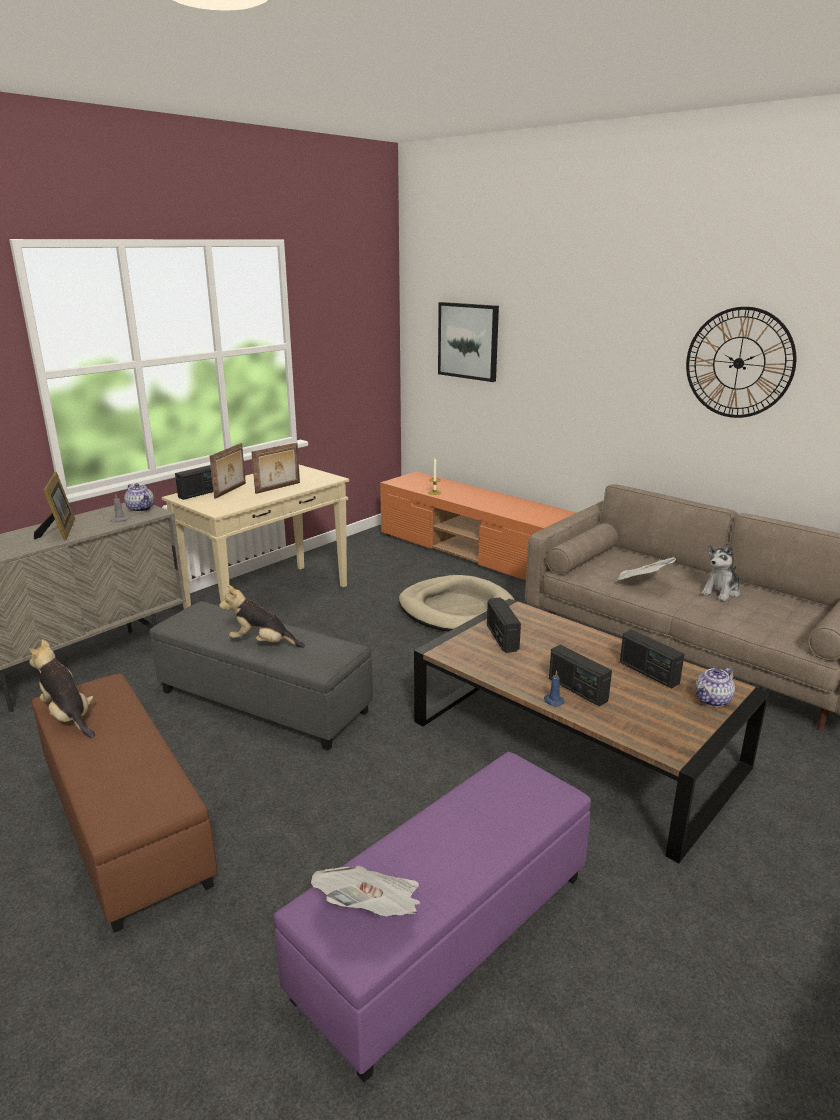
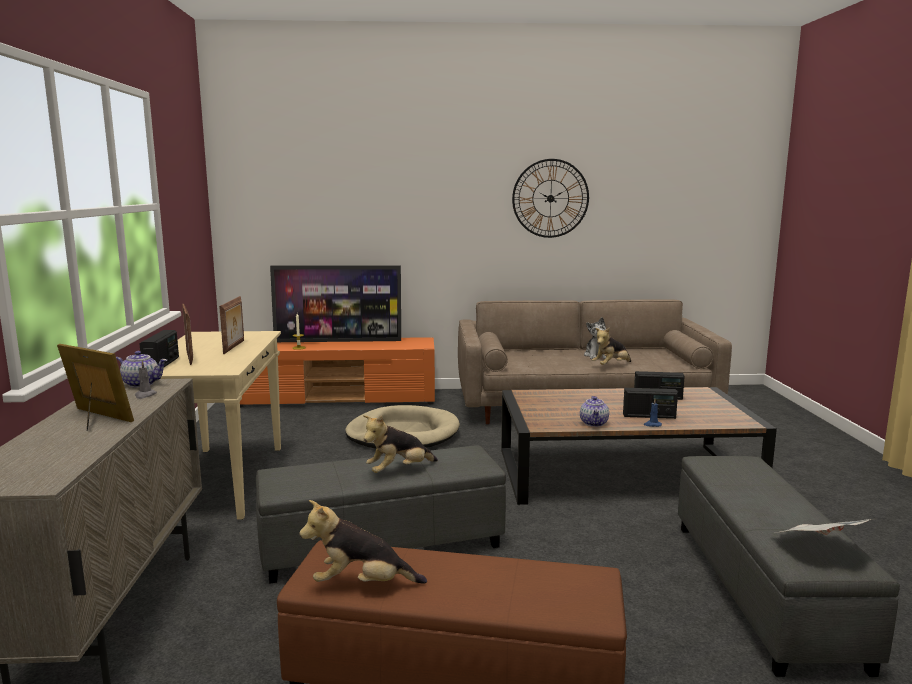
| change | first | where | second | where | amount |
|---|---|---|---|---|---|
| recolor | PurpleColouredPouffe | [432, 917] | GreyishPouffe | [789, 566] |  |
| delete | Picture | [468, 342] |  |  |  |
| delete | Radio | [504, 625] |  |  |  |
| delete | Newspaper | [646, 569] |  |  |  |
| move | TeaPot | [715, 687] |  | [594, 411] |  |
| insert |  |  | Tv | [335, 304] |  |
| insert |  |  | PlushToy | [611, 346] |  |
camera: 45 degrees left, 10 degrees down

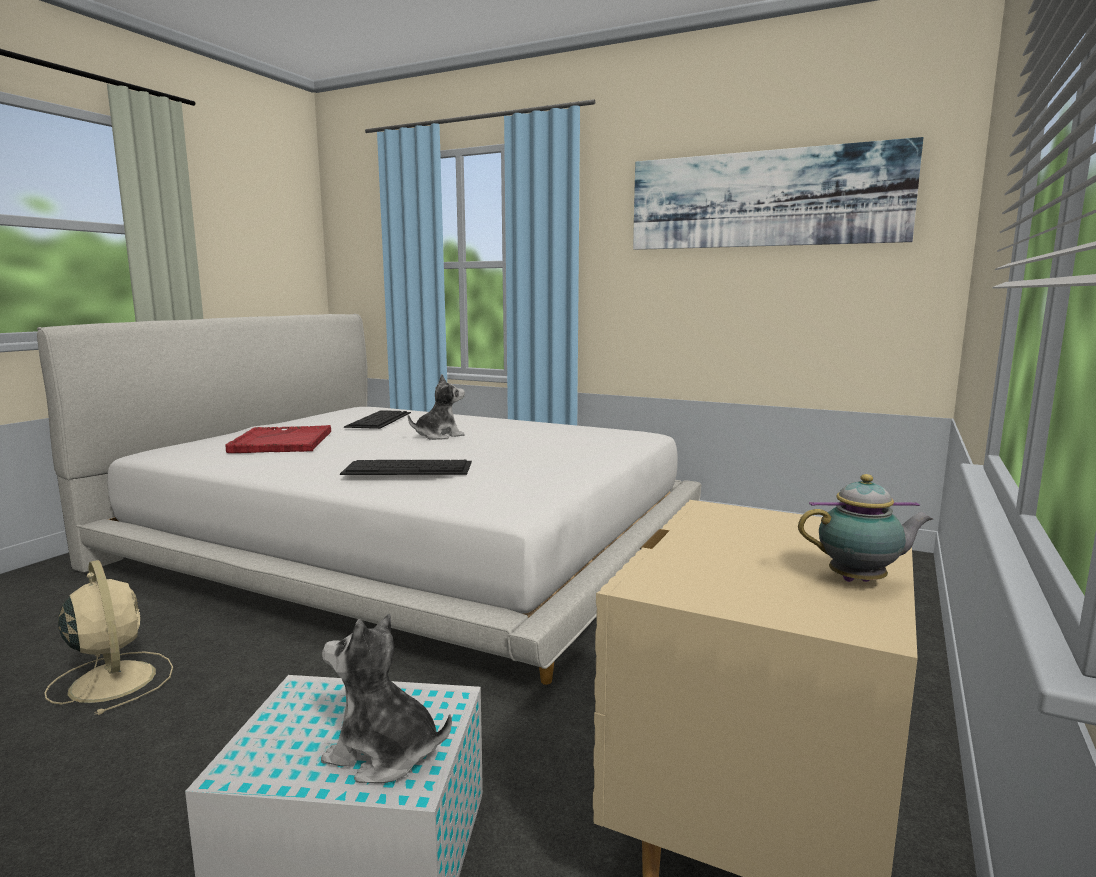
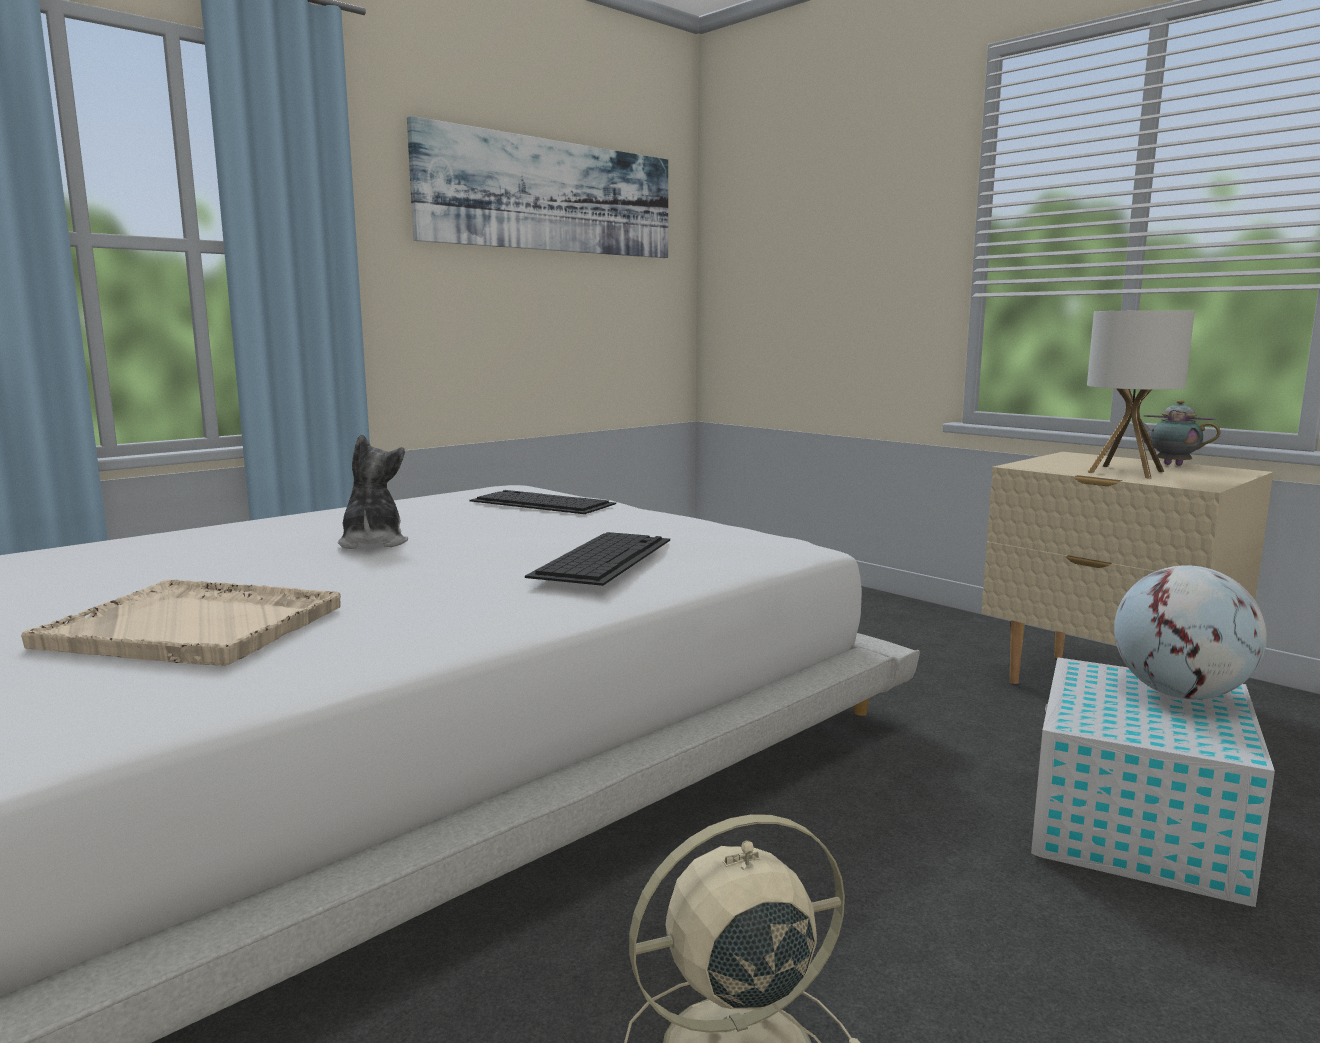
| change | first | where | second | where | amount |
|---|---|---|---|---|---|
| recolor | RedColouredServingTray | [278, 439] | SandColouredServingTray | [181, 622] |  |
| replace | PlushToy | [386, 698] | WorldGlobe | [1190, 632] |  |
| move | Keyboard | [377, 419] |  | [543, 502] |  |
| rotate | TeaPot | [865, 528] |  | [1181, 433] | 75 degrees counterclockwise |
| insert |  |  | TabletopLamp | [1141, 394] |  |
camera: 70 degrees left, 0 degrees up

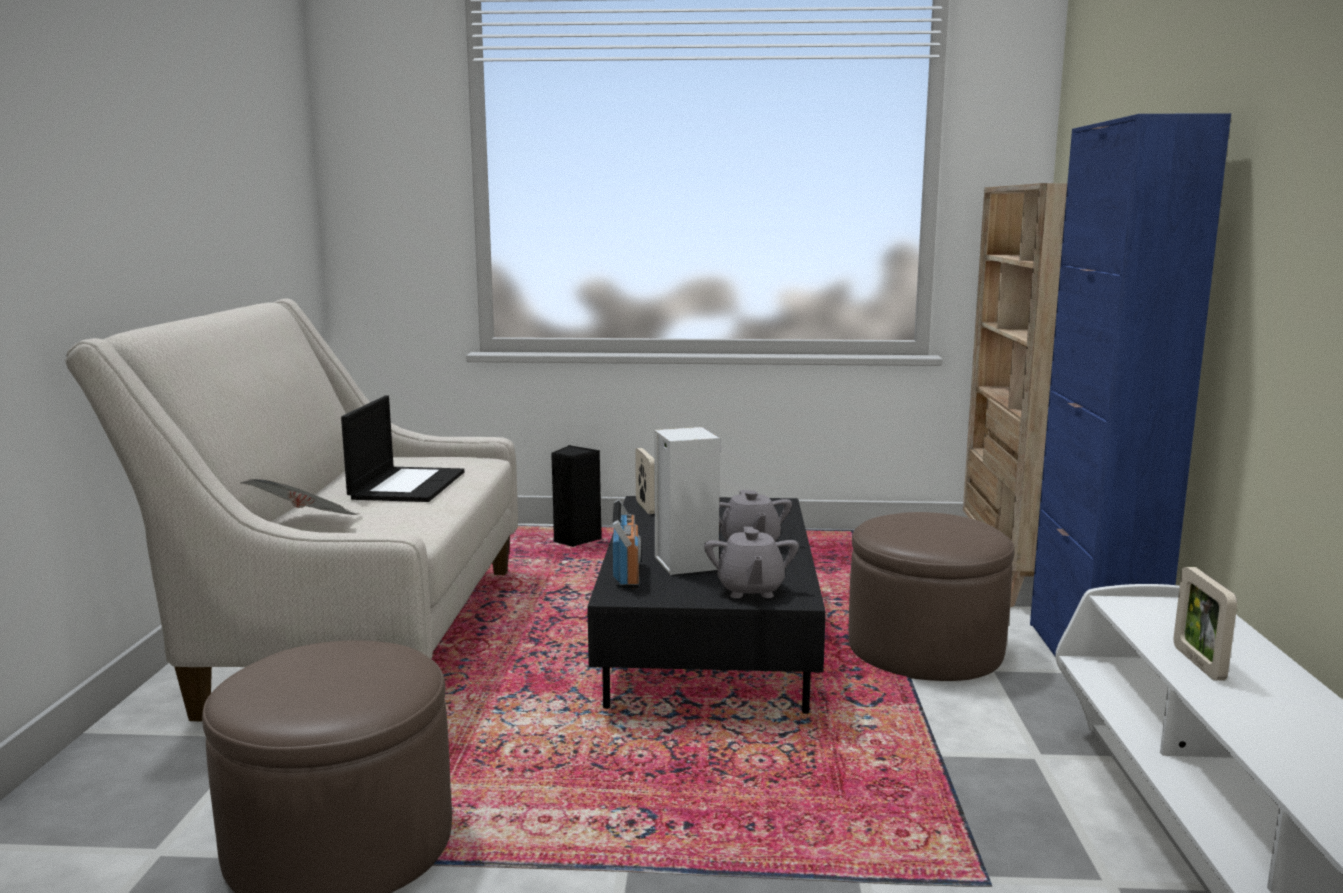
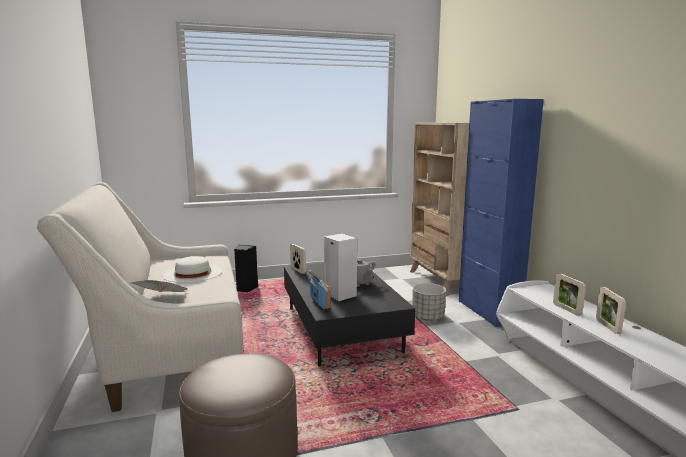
| change | first | where | second | where | amount |
|---|---|---|---|---|---|
| replace | Laptop | [402, 448] | WhitishClothingHat | [192, 269] |  |
| delete | GreyishTeaPot | [751, 562] |  |  |  |
| replace | BrownishPouffe | [931, 596] | GreyishFlowerPot | [429, 302] |  |
| insert |  |  | StandingFrame | [611, 310] |  |
camera: 20 degrees left, 0 degrees up

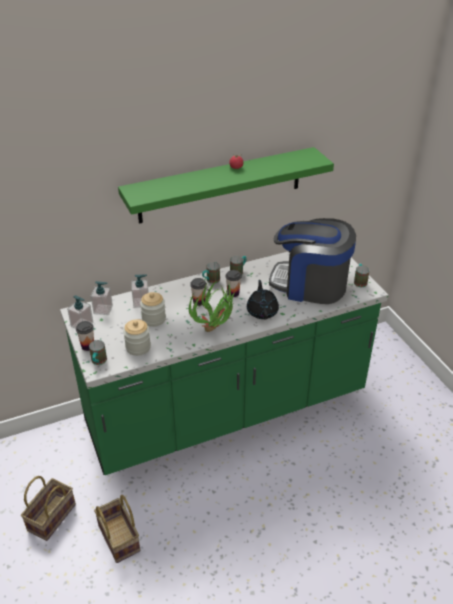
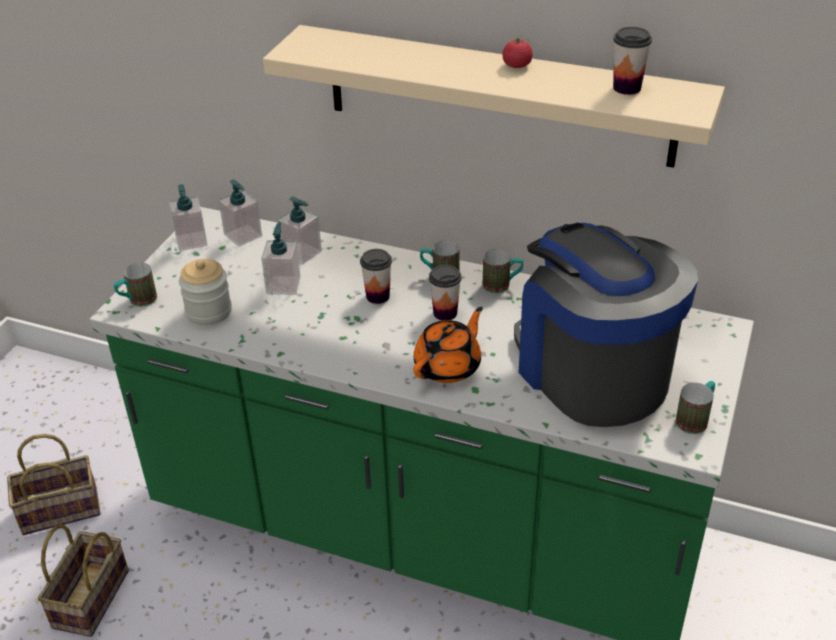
| change | first | where | second | where | amount |
|---|---|---|---|---|---|
| move | Cup | [85, 336] |  | [632, 61] |  |
| recolor | GreenShelf | [226, 185] | SandColouredShelf | [494, 96] |  |
| replace | StorageJar | [153, 309] | LiquidSoapBottle | [281, 258] |  |
| delete | PlantInAPot | [212, 306] |  |  |  |
| recolor | BlackColouredTeaPot | [263, 299] | OrangeyTeaPot | [448, 345] |  |
camera: 45 degrees right, 0 degrees up

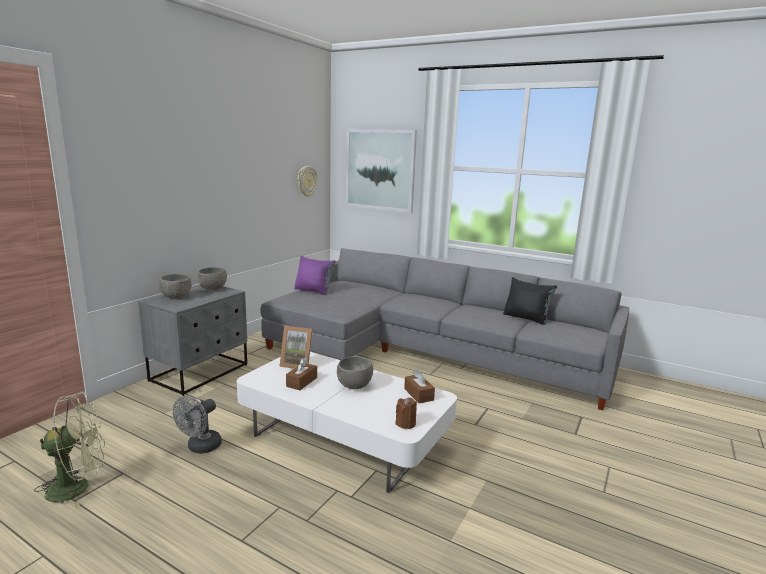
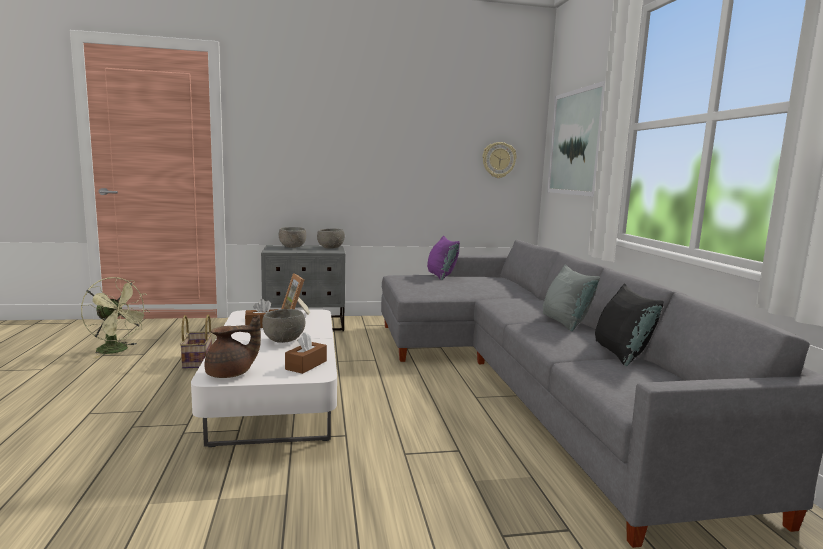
| change | first | where | second | where | amount |
|---|---|---|---|---|---|
| replace | GreyishElectricFan | [197, 425] | Basket | [196, 342] |  |
| replace | BrownishWaxLight | [406, 413] | BrownishTeaPot | [233, 346] |  |
| insert |  |  | GreyishPillow | [571, 297] |  |
camera: 50 degrees right, 5 degrees down

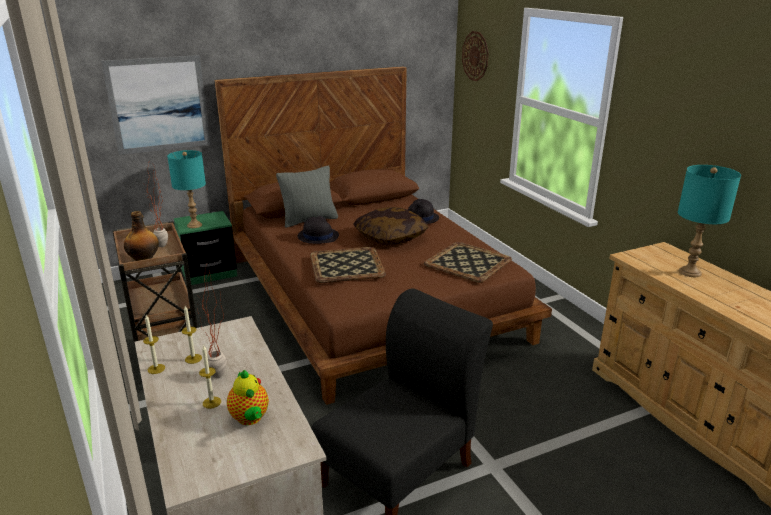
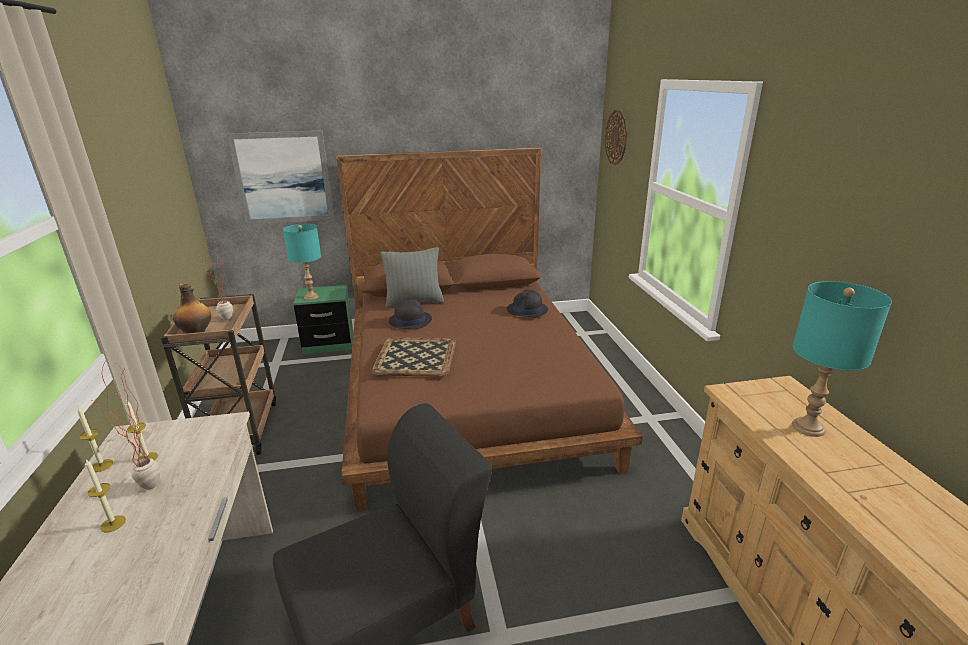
| change | first | where | second | where | amount |
|---|---|---|---|---|---|
| delete | TeaPot | [248, 397] |  |  |  |
| delete | Pillow | [390, 226] |  |  |  |
| delete | ServingTray | [468, 262] |  |  |  |
camera: 15 degrees right, 0 degrees up

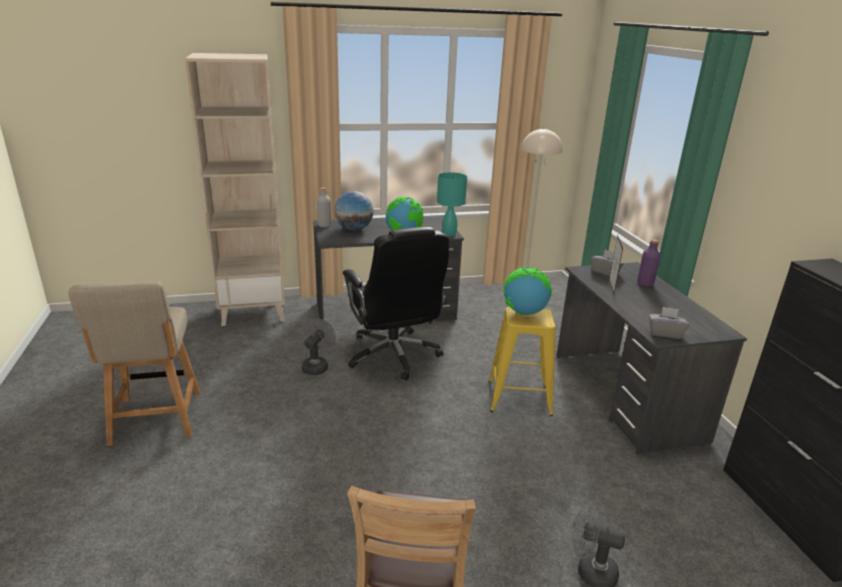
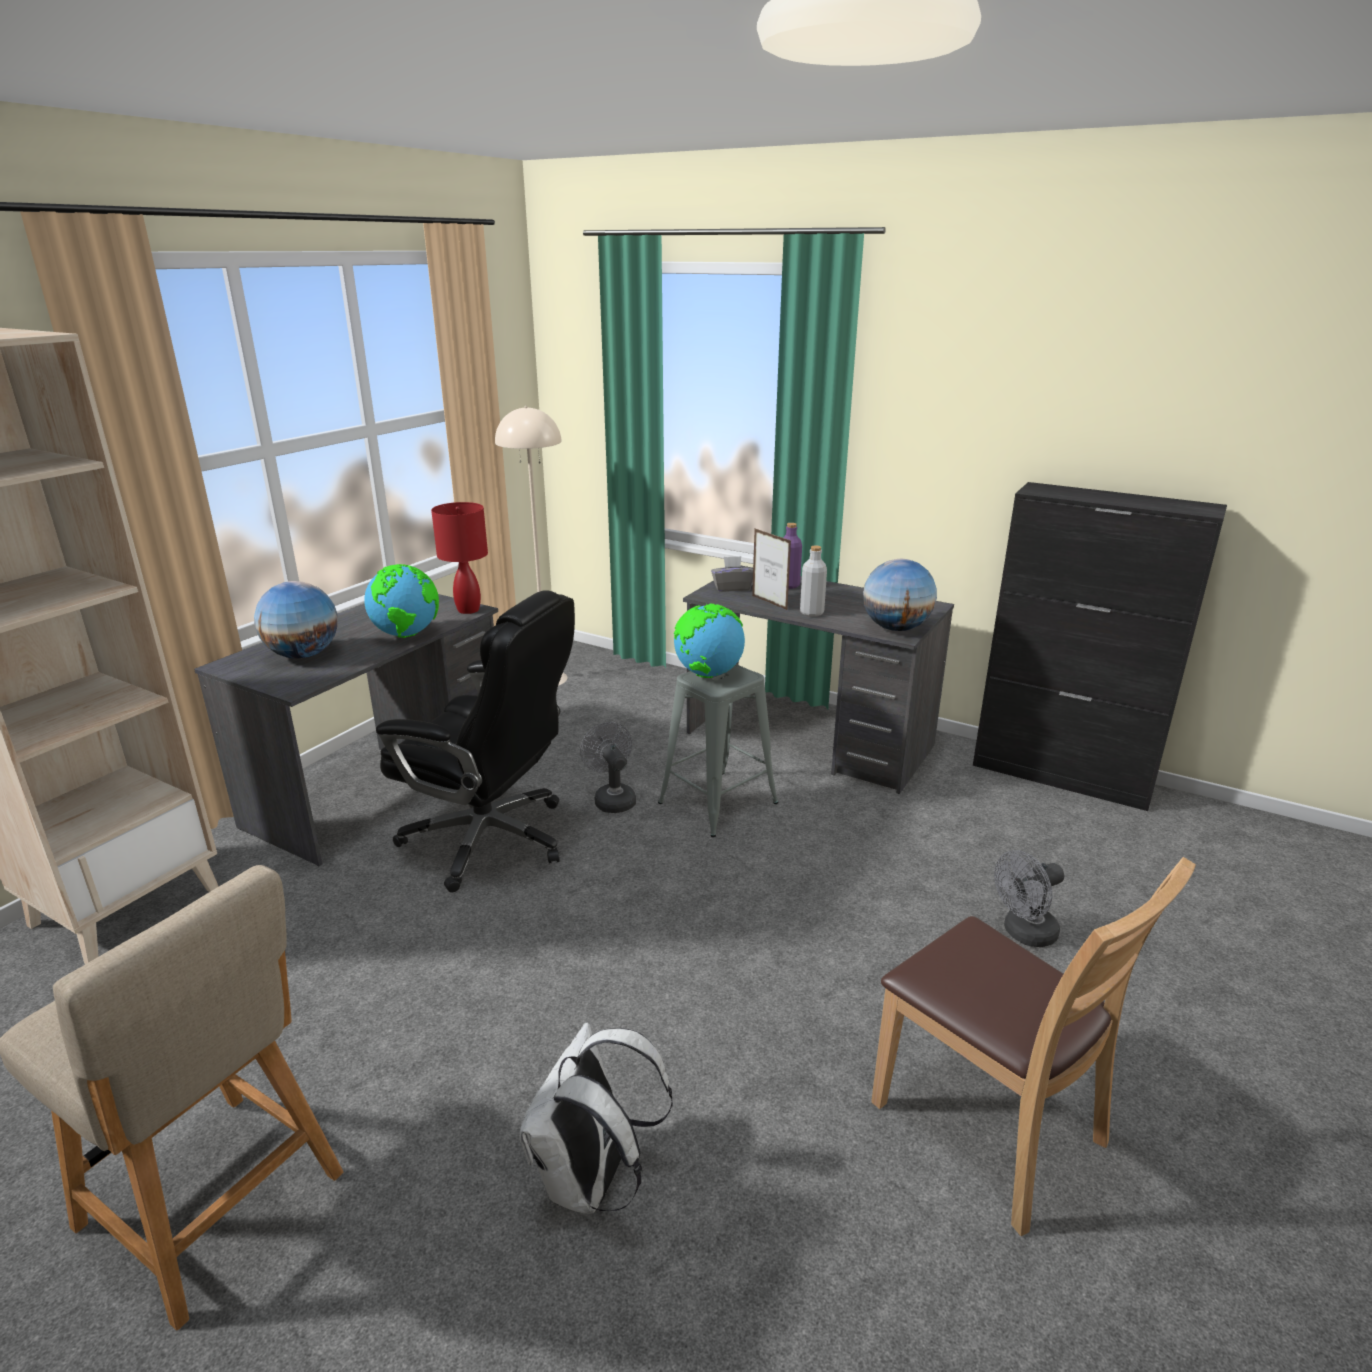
| change | first | where | second | where | amount |
|---|---|---|---|---|---|
| move | GreyishElectricFan | [319, 346] |  | [608, 767] |  |
| move | GreyishBeverageBottle | [324, 207] |  | [813, 581] |  |
| recolor | TurquoiseTabletopLamp | [452, 204] | RedColouredTabletopLamp | [459, 558] |  |
| recolor | YellowishSittingStool | [522, 361] | GreyishSittingStool | [718, 750] |  |
| replace | GreyishBoxOfTissues | [669, 323] | WorldGlobe | [900, 595] |  |
| insert |  |  | WhitishRucksack | [596, 1118] |  |
camera: 45 degrees left, 0 degrees up

